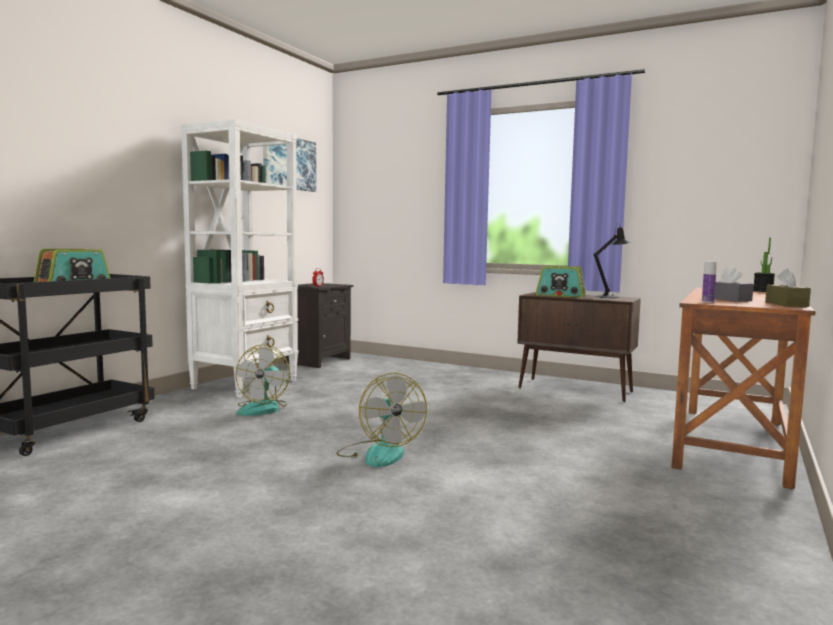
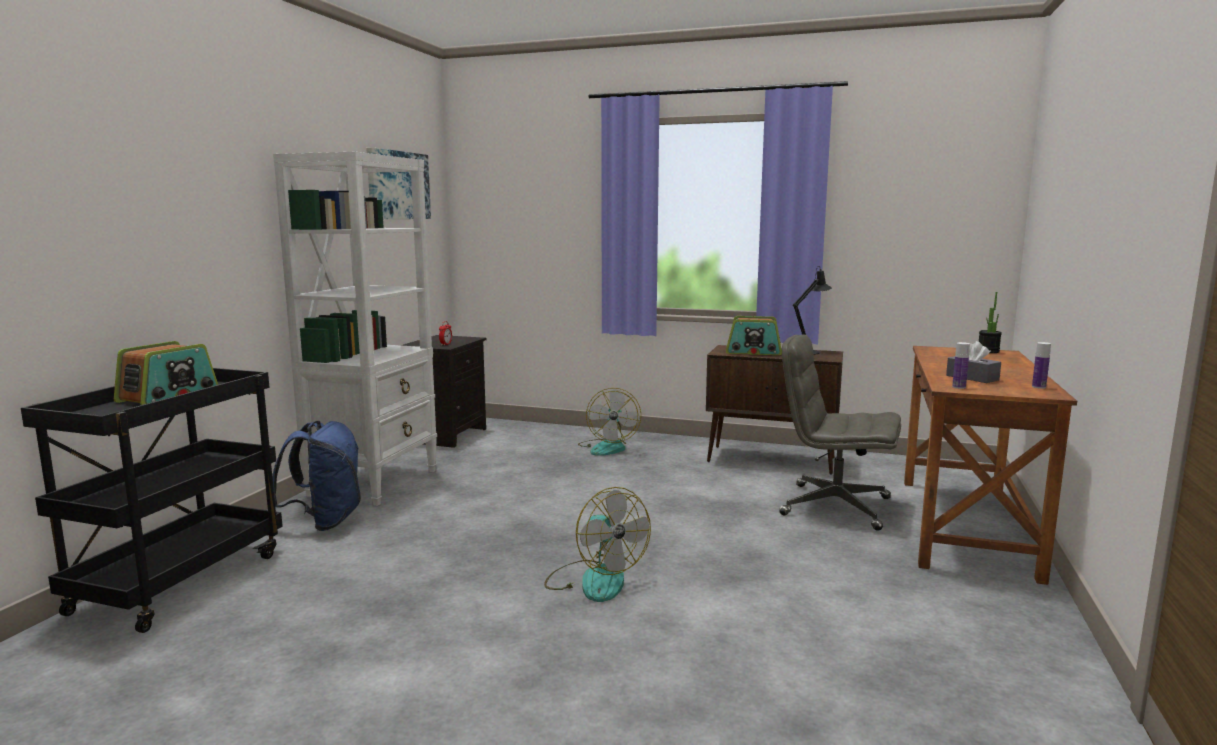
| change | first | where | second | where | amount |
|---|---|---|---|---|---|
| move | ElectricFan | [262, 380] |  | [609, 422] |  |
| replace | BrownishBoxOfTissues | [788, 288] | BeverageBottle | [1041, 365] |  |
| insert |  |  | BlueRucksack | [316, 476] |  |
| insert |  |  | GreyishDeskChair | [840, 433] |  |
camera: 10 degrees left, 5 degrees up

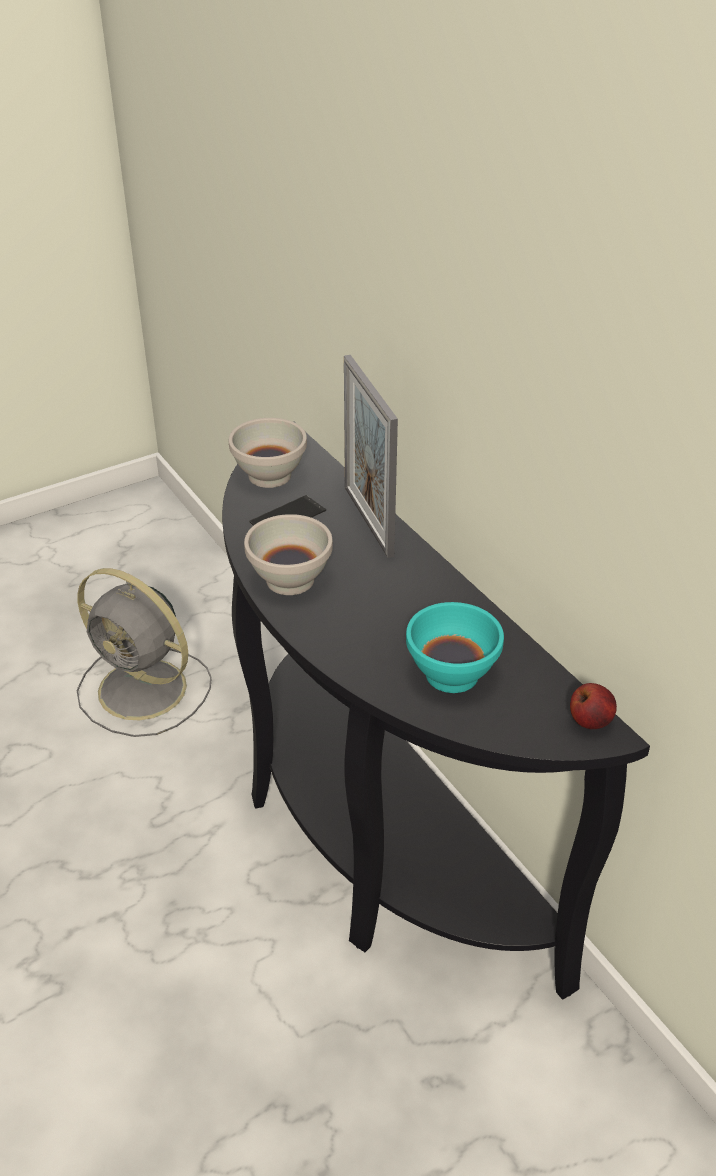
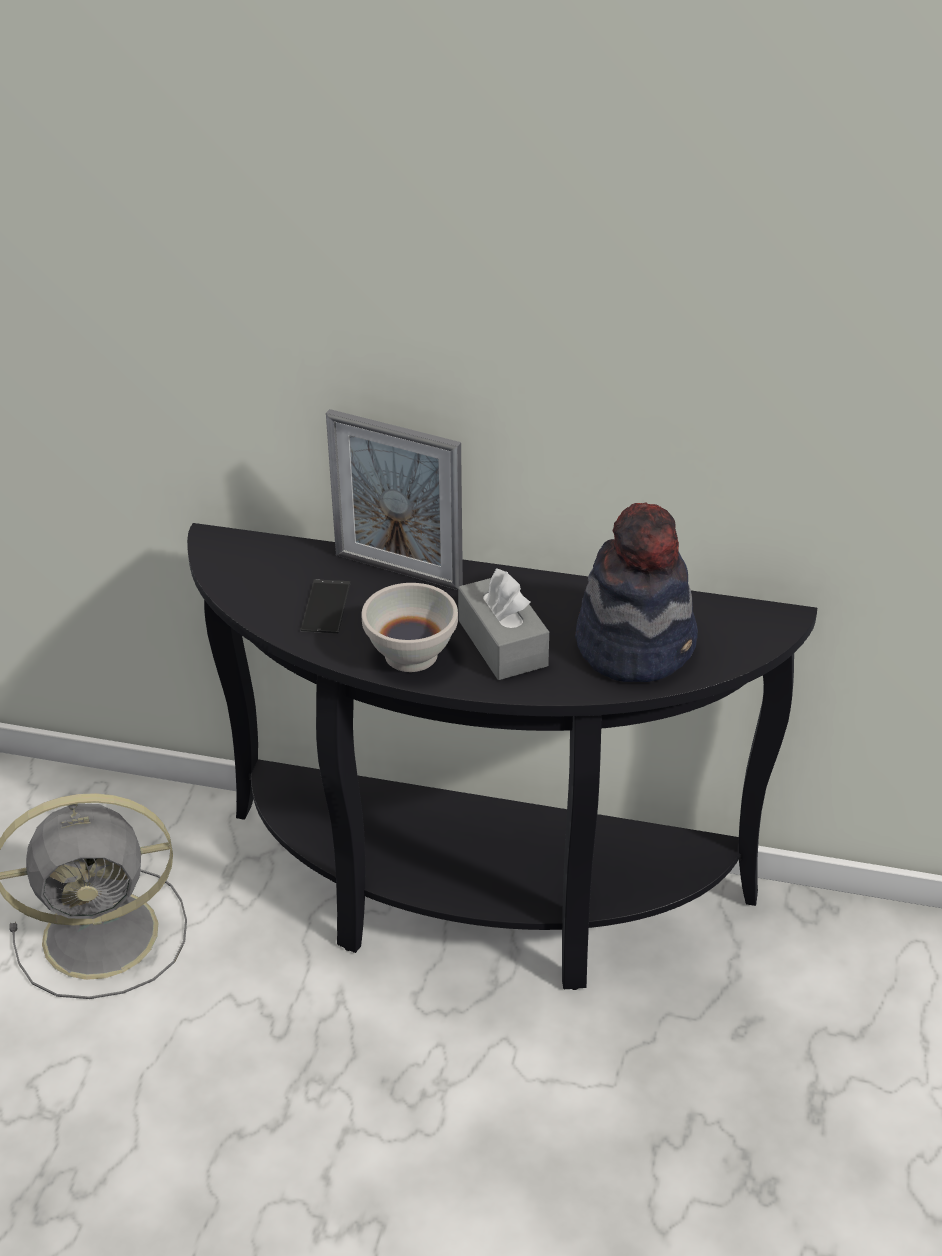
| change | first | where | second | where | amount |
|---|---|---|---|---|---|
| delete | WhitishServingBowl | [268, 453] |  |  |  |
| replace | TurquoiseServingBowl | [455, 647] | ClothingHat | [636, 592] |  |
| delete | WholeApple | [593, 706] |  |  |  |
| insert |  |  | GreyishBoxOfTissues | [503, 624] |  |
camera: 45 degrees left, 0 degrees up

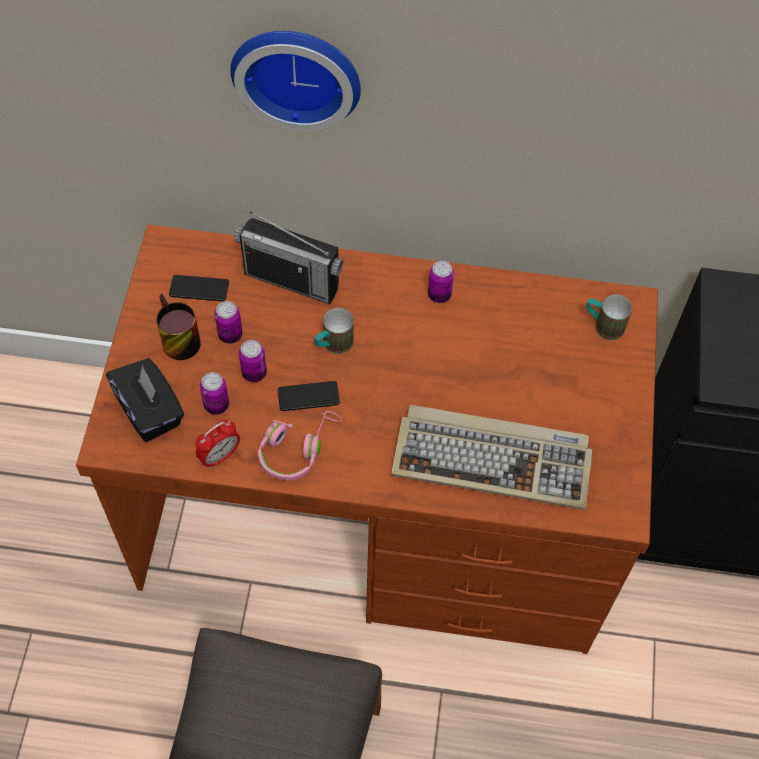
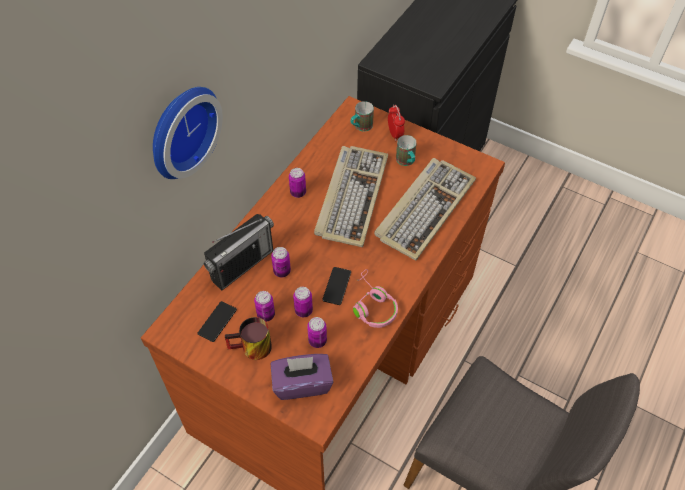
| change | first | where | second | where | amount |
|---|---|---|---|---|---|
| recolor | BlackColouredBoxOfTissues | [145, 400] | PurpleColouredBoxOfTissues | [302, 377] |  |
| move | AlarmClock | [218, 444] |  | [396, 123] |  |
| move | CoffeeMug | [334, 331] |  | [406, 150] |  |
| insert |  |  | SealedCan | [281, 262] |  |
| insert |  |  | Keyboard | [351, 196] |  |
camera: 65 degrees left, 5 degrees down

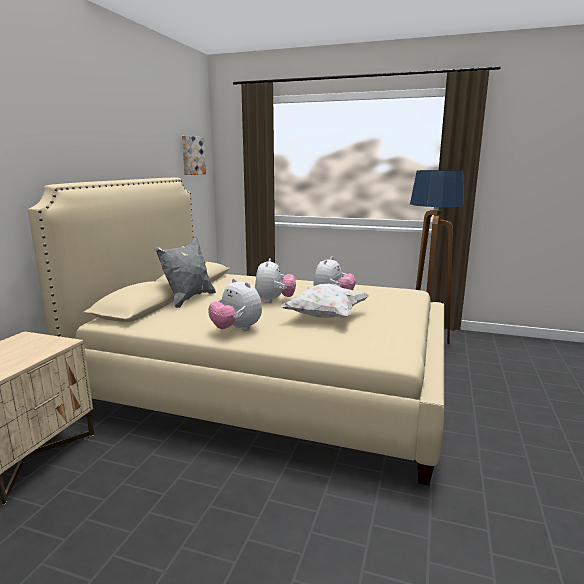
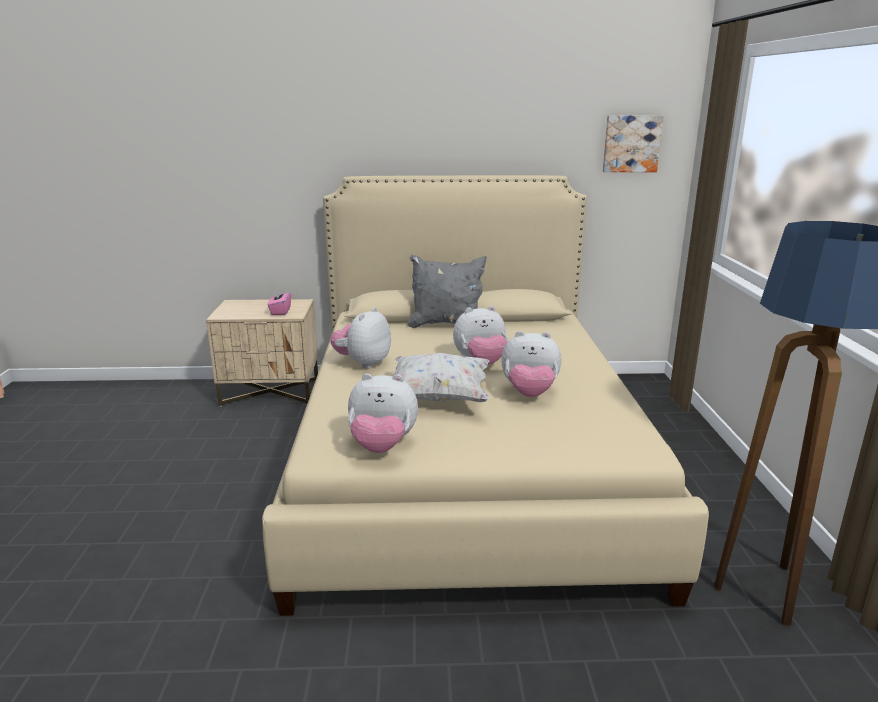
| change | first | where | second | where | amount |
|---|---|---|---|---|---|
| insert |  |  | PinkBoxOfTissues | [279, 301] |  |
| insert |  |  | PlushToy | [383, 413] |  |
camera: 70 degrees right, 5 degrees up

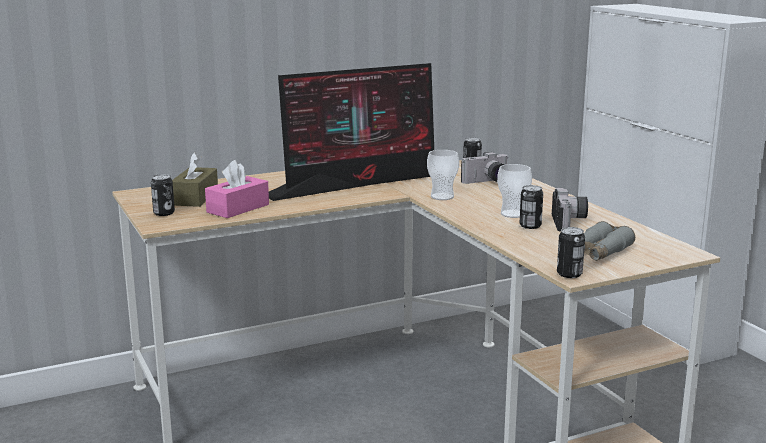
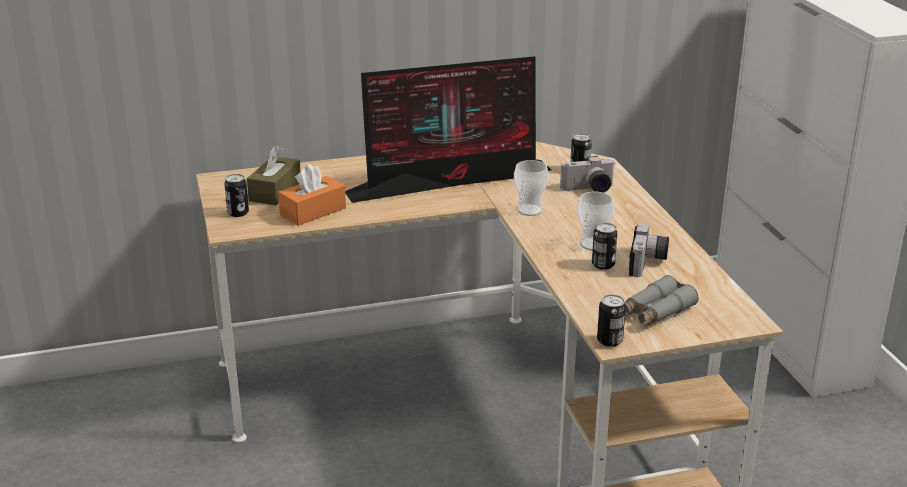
| change | first | where | second | where | amount |
|---|---|---|---|---|---|
| recolor | PinkBoxOfTissues | [237, 189] | OrangeyBoxOfTissues | [312, 195] |  |
camera: 10 degrees right, 10 degrees up

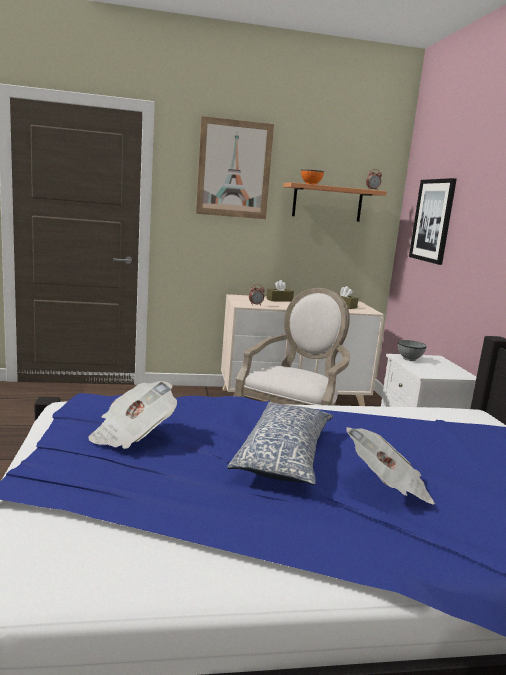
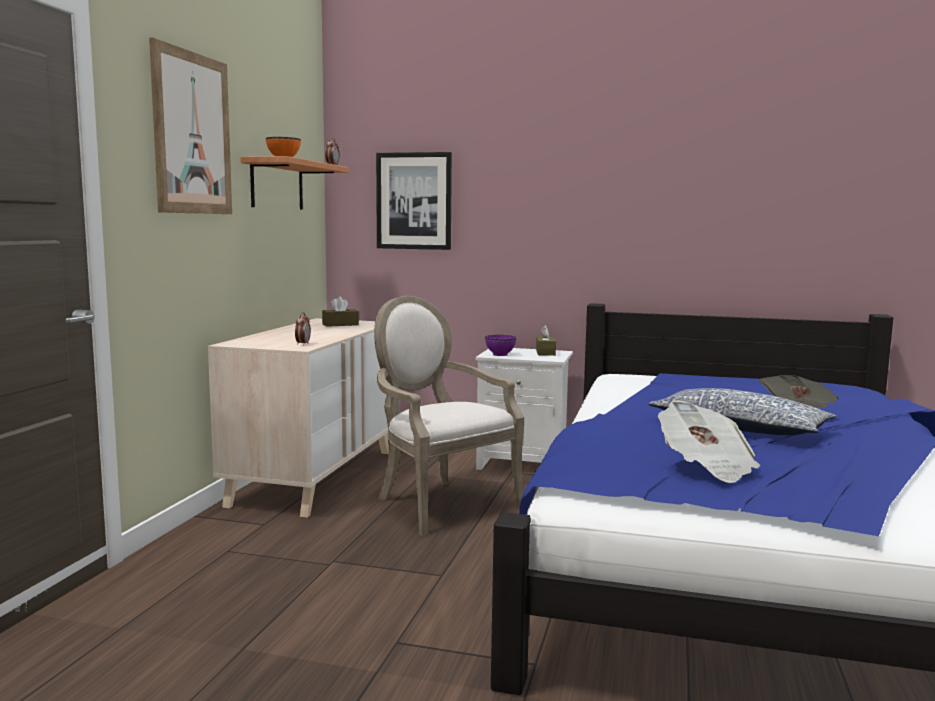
| change | first | where | second | where | amount |
|---|---|---|---|---|---|
| move | BrownishBoxOfTissues | [280, 291] |  | [546, 340] |  |
| recolor | GreyishServingBowl | [412, 350] | PurpleColouredServingBowl | [500, 345] |  |
camera: 65 degrees left, 5 degrees down

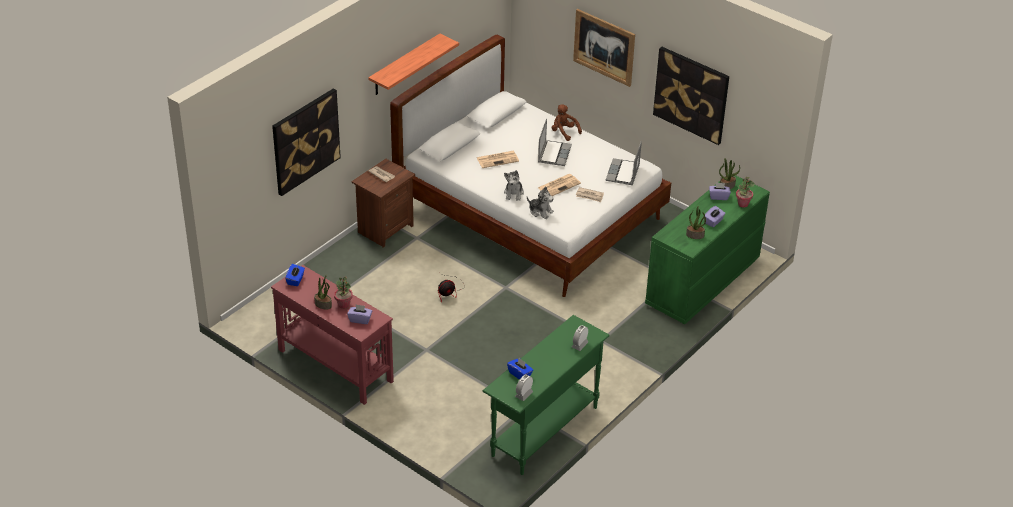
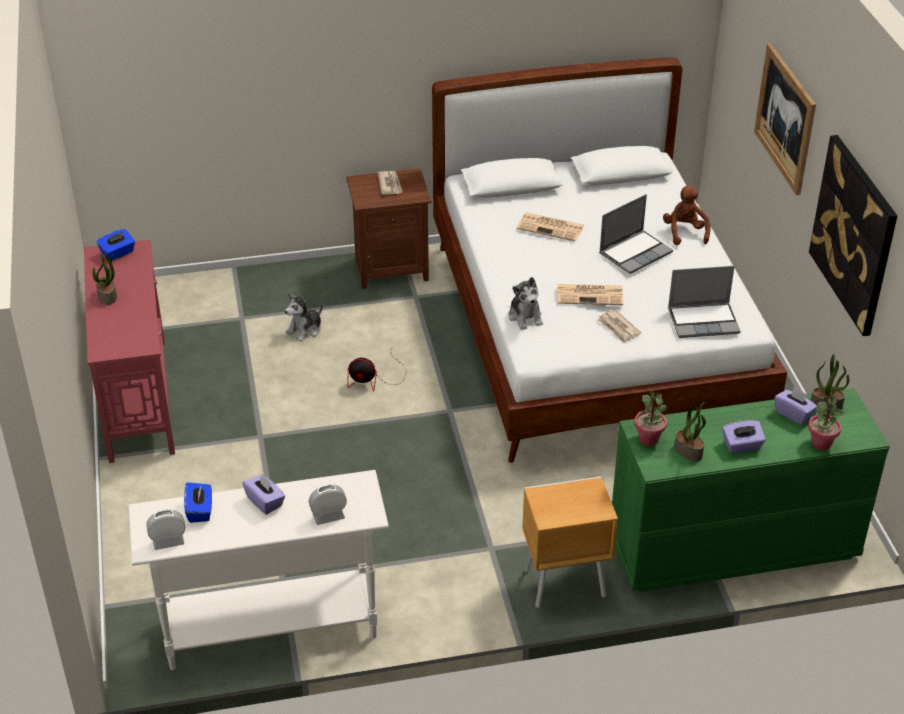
| change | first | where | second | where | amount |
|---|---|---|---|---|---|
| delete | Picture | [306, 142] |  |  |  |
| move | PlantInAPot | [343, 293] |  | [650, 418] |  |
| move | PurpleColouredBoxOfTissues | [359, 314] |  | [263, 494] |  |
| delete | Shelf | [413, 64] |  |  |  |
| recolor | GreenConsoleTable | [546, 395] | WhitishConsoleTable | [258, 570] |  |
| move | PlushToy | [514, 185] |  | [304, 317] |  |
| rotate | Laptop | [624, 163] |  | [704, 302] | 150 degrees counterclockwise |
| insert |  |  | BrownishNightTable | [570, 542] |  |
camera: 40 degrees right, 0 degrees up

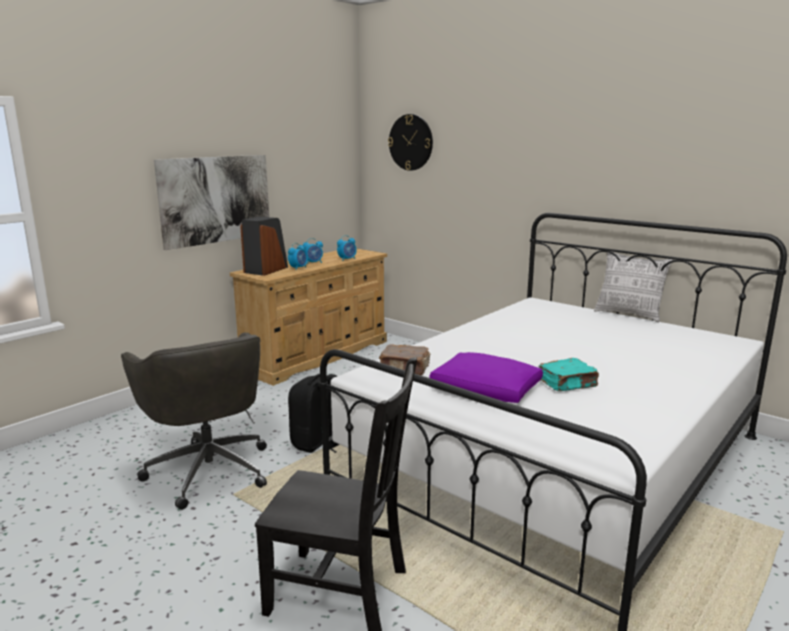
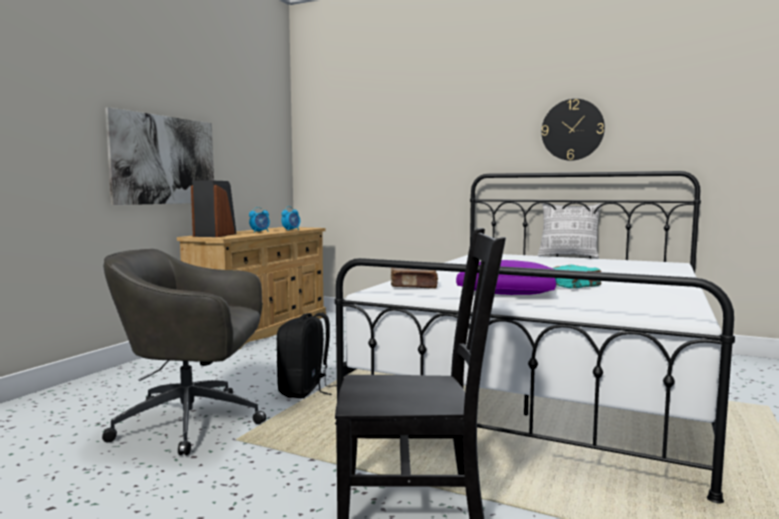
| change | first | where | second | where | amount |
|---|---|---|---|---|---|
| rotate | GreyishDeskChair | [194, 421] |  | [184, 352] | 135 degrees clockwise |
| delete | AlarmClock | [298, 256] |  |  |  |
| move | HangingClock | [410, 142] |  | [573, 130] |  |
camera: 15 degrees left, 10 degrees down

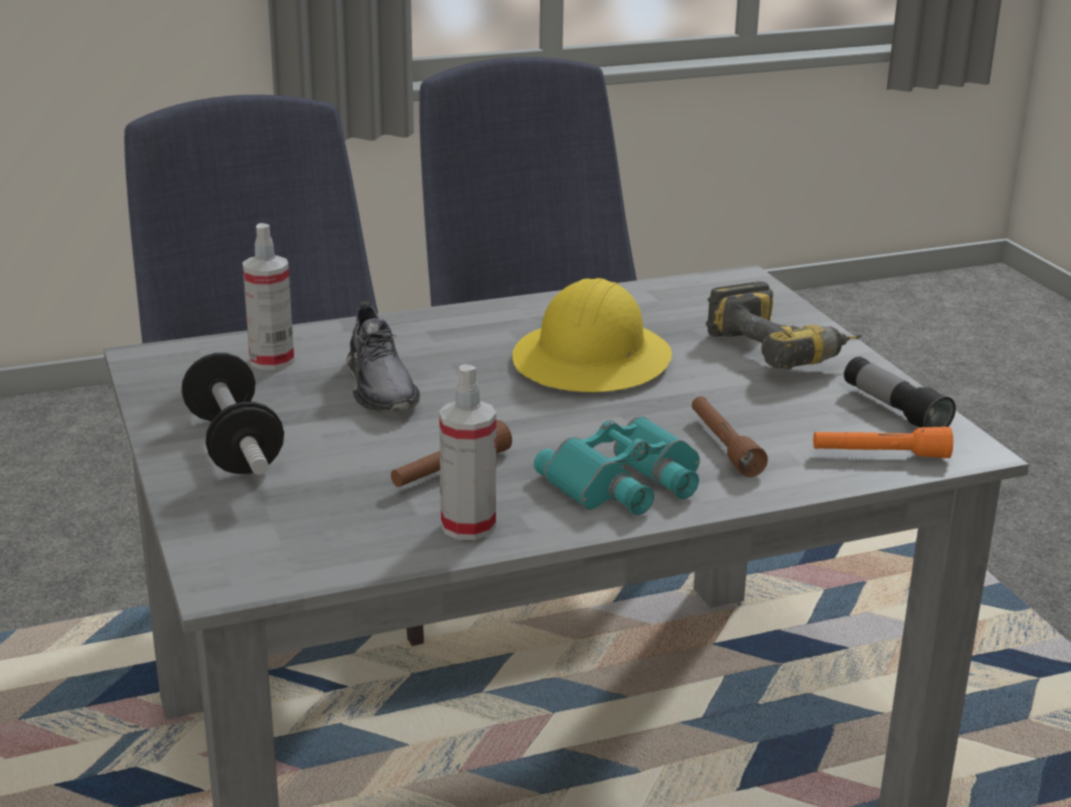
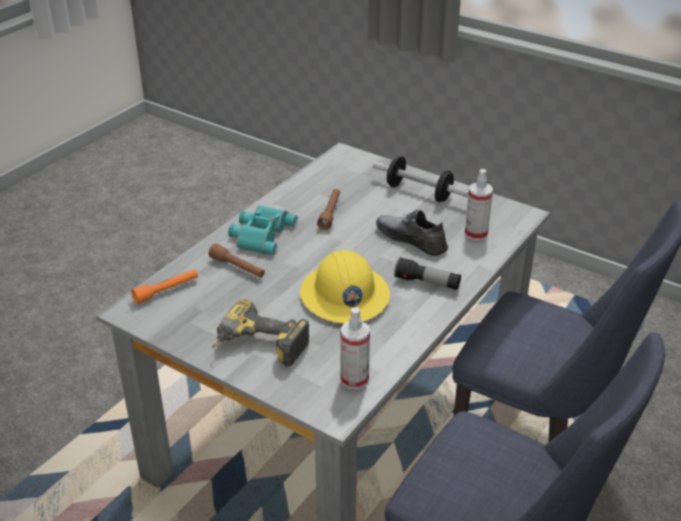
| change | first | where | second | where | amount |
|---|---|---|---|---|---|
| move | Sprayer | [467, 452] |  | [355, 348] |  |
| move | Torch | [900, 392] |  | [427, 273] |  |
camera: 145 degrees right, 10 degrees up

